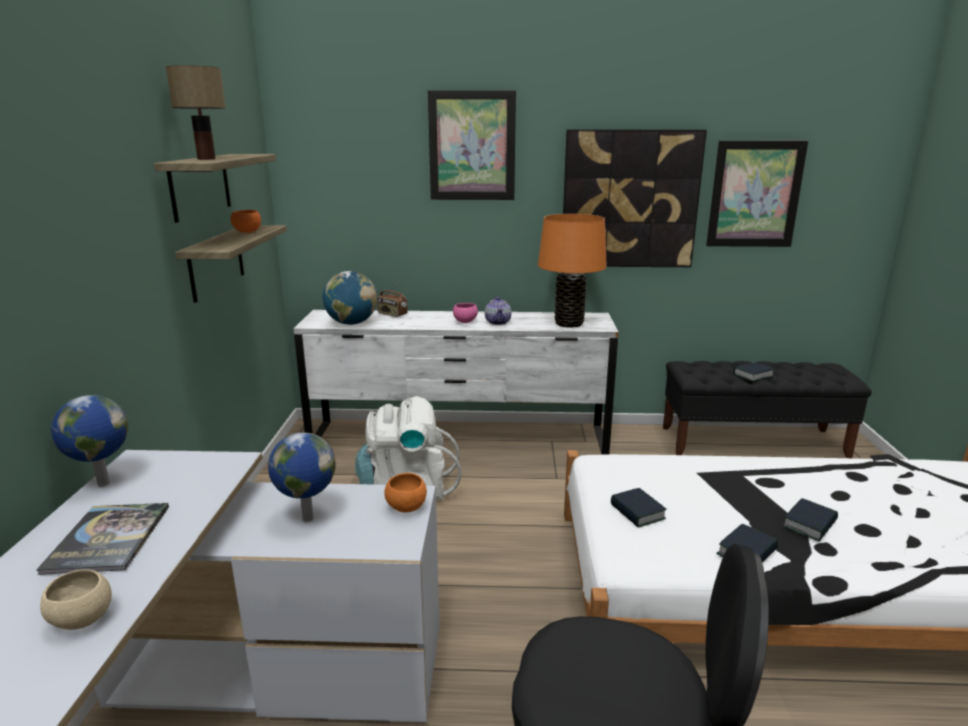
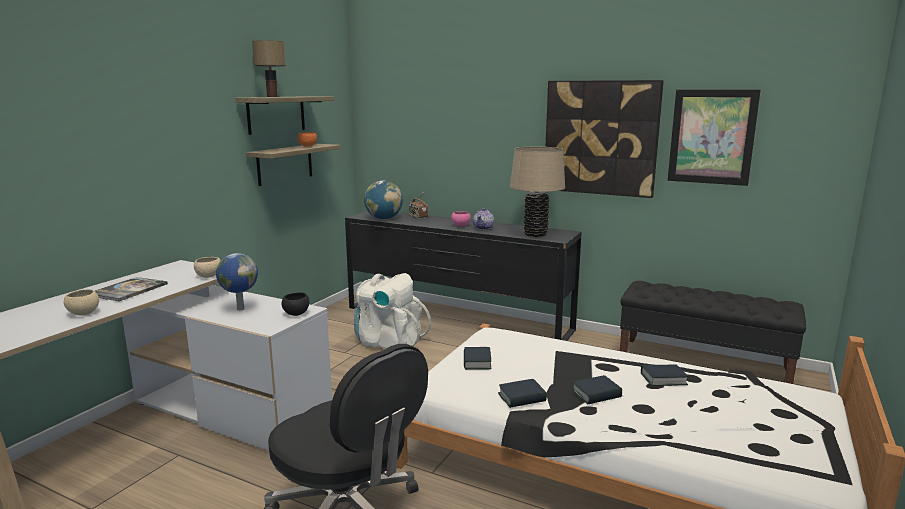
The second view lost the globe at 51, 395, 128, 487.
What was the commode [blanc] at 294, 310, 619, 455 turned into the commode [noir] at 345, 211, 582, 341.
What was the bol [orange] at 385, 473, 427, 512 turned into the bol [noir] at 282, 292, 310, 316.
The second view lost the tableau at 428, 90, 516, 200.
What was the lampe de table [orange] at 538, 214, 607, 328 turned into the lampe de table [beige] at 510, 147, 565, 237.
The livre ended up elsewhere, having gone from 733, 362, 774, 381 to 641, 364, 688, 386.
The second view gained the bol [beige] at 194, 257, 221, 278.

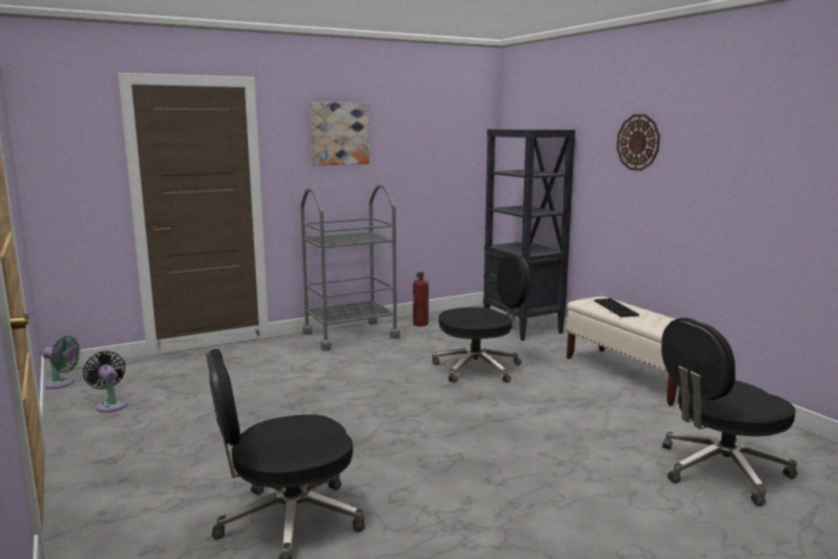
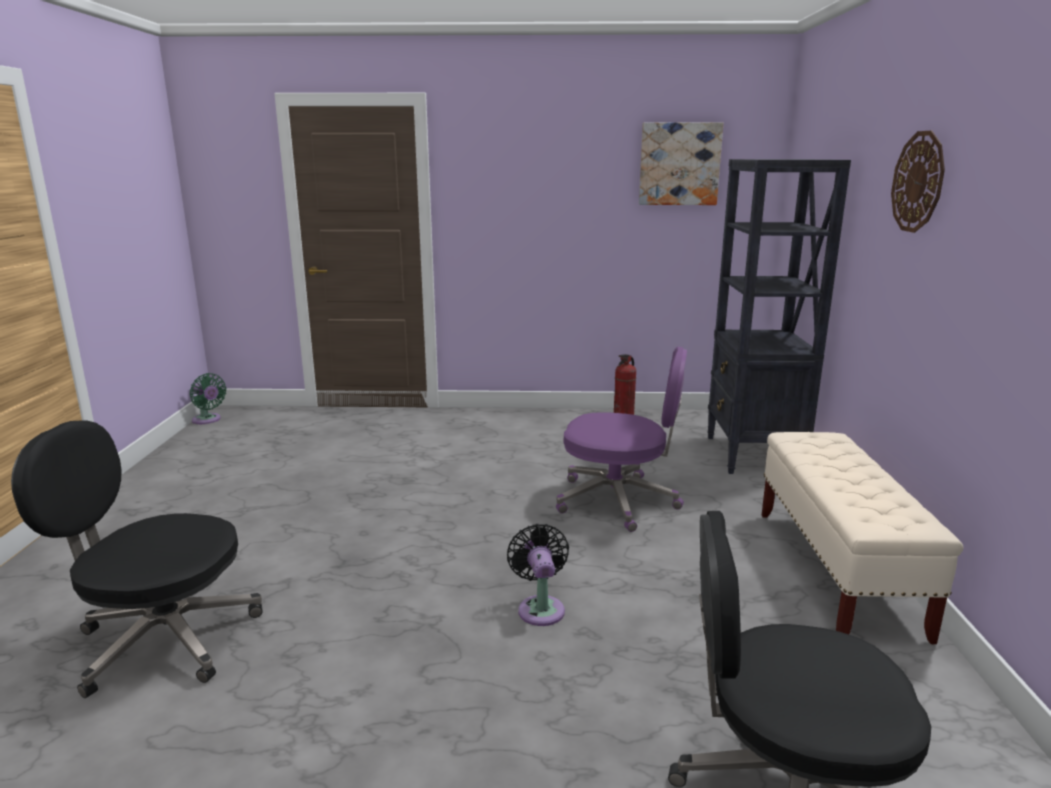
The ventilateur [noir] ended up elsewhere, having gone from 83, 351, 128, 412 to 507, 524, 569, 626.
The second view lost the chariot [gris] at 301, 184, 400, 351.
The tableau ended up elsewhere, having gone from 310, 102, 369, 166 to 639, 122, 723, 205.
What was the chaise de bureau [noir] at 432, 254, 529, 383 turned into the chaise de bureau [violet] at 556, 347, 687, 532.
The second view lost the clavier at 594, 298, 639, 317.

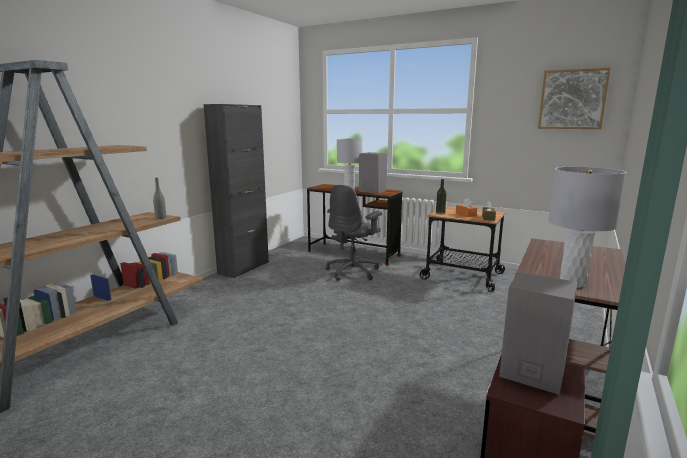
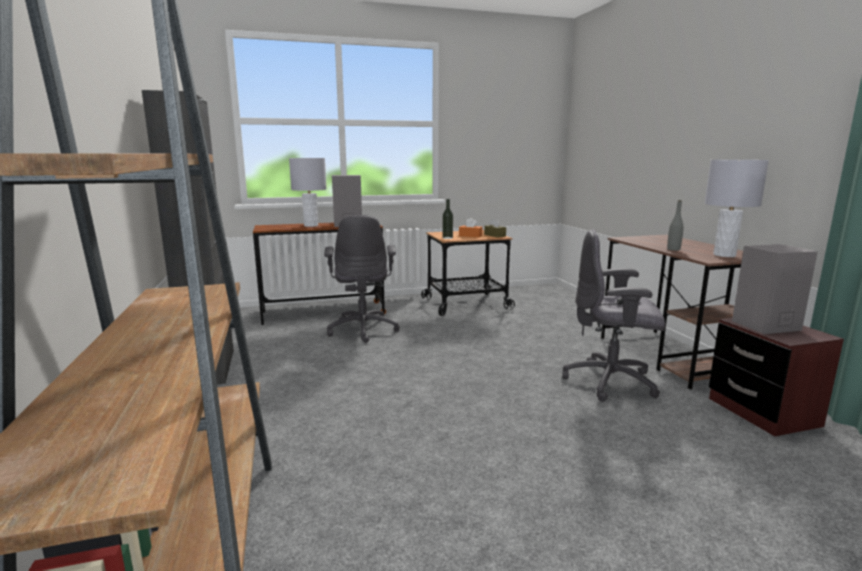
The bouteille [gris] ended up elsewhere, having gone from 153, 178, 166, 219 to 667, 200, 684, 251.
The second view lost the tableau at 538, 67, 611, 129.
The second view gained the chaise de bureau [gris] at 562, 229, 665, 402.

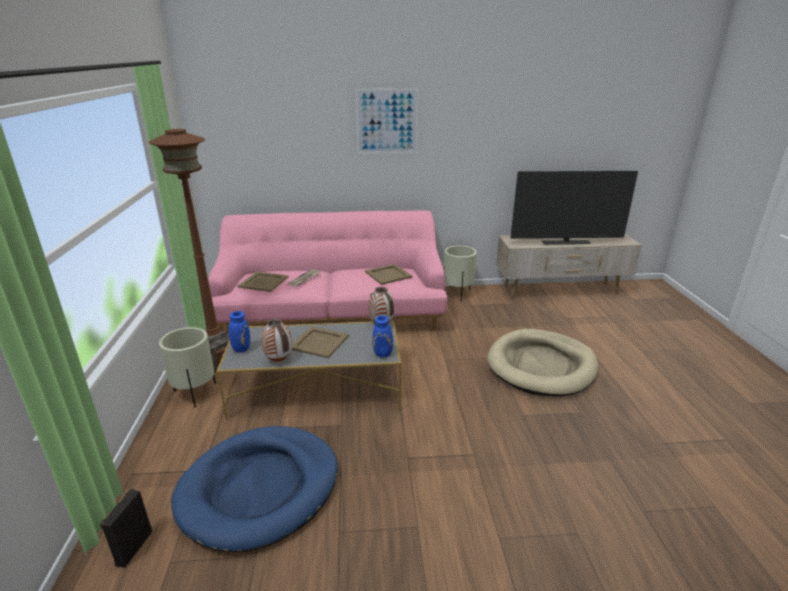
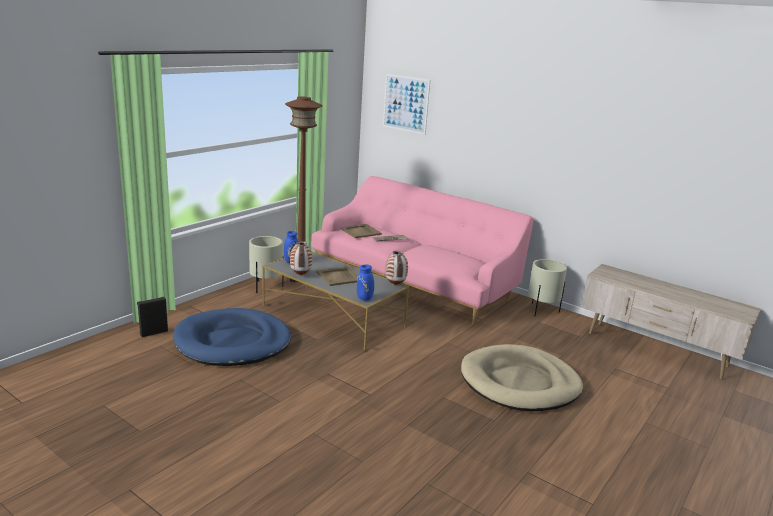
The tableau ended up elsewhere, having gone from 356, 88, 419, 154 to 383, 74, 430, 135.
The second view lost the plateau [beige] at 365, 264, 413, 285.
The second view lost the téléviseur at 510, 171, 638, 244.

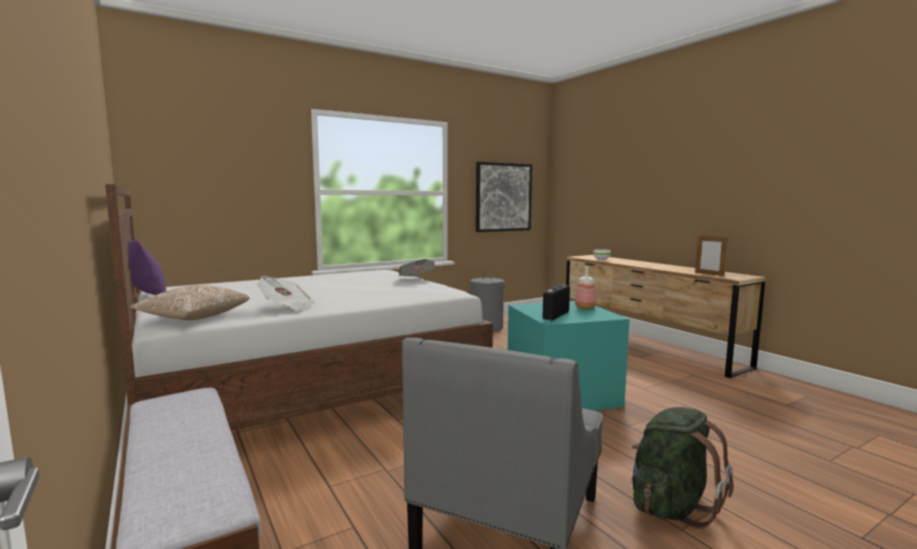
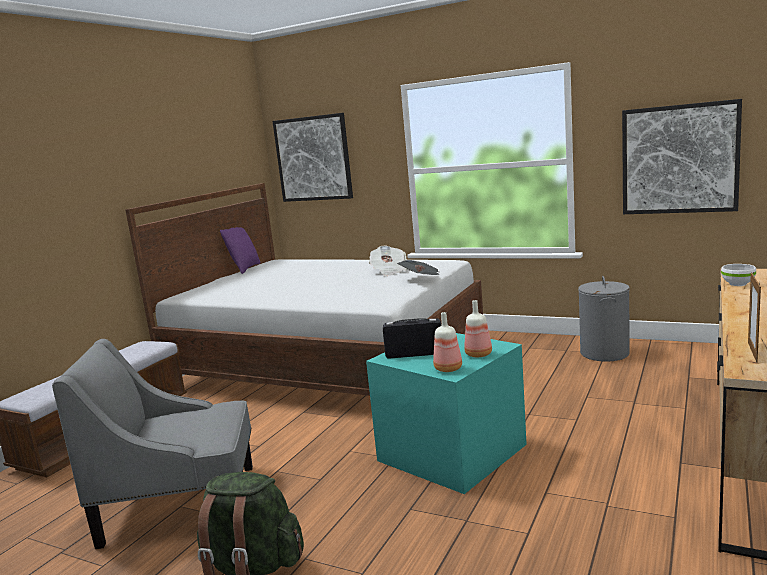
The second view lost the coussin at 129, 285, 249, 320.
The journal ended up elsewhere, having gone from 257, 276, 314, 312 to 369, 246, 407, 276.
The second view gained the tableau at 272, 113, 353, 202.
The second view gained the bouteille at 433, 312, 462, 372.

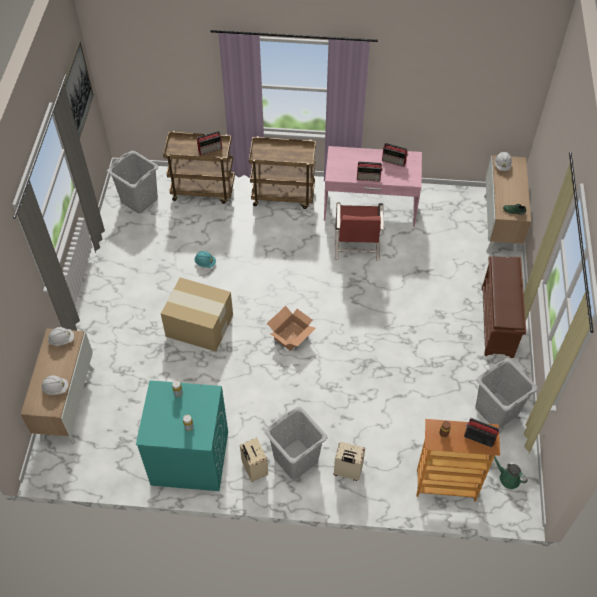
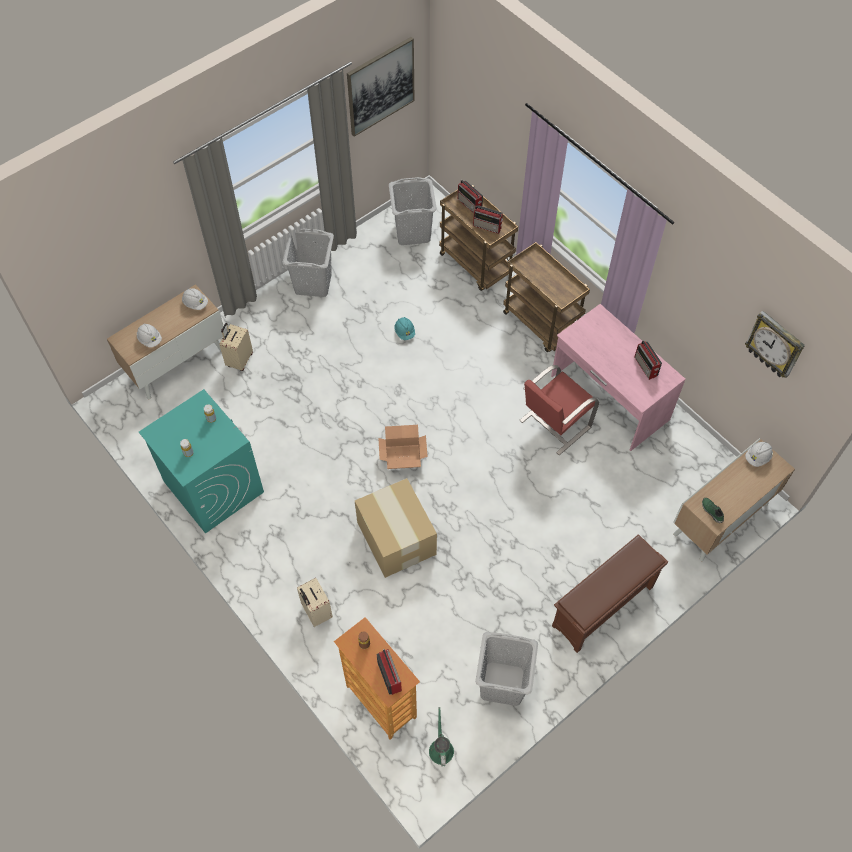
The carton ended up elsewhere, having gone from 161, 277, 233, 352 to 355, 478, 437, 578.
The valise [beige] ended up elsewhere, having gone from 240, 438, 268, 482 to 219, 323, 253, 371.
The panier à linge [gris] ended up elsewhere, having gone from 264, 406, 328, 480 to 283, 229, 334, 297.
The radio ended up elsewhere, having gone from 357, 161, 383, 182 to 458, 180, 483, 213.
The second view gained the horloge murale at 745, 311, 805, 378.

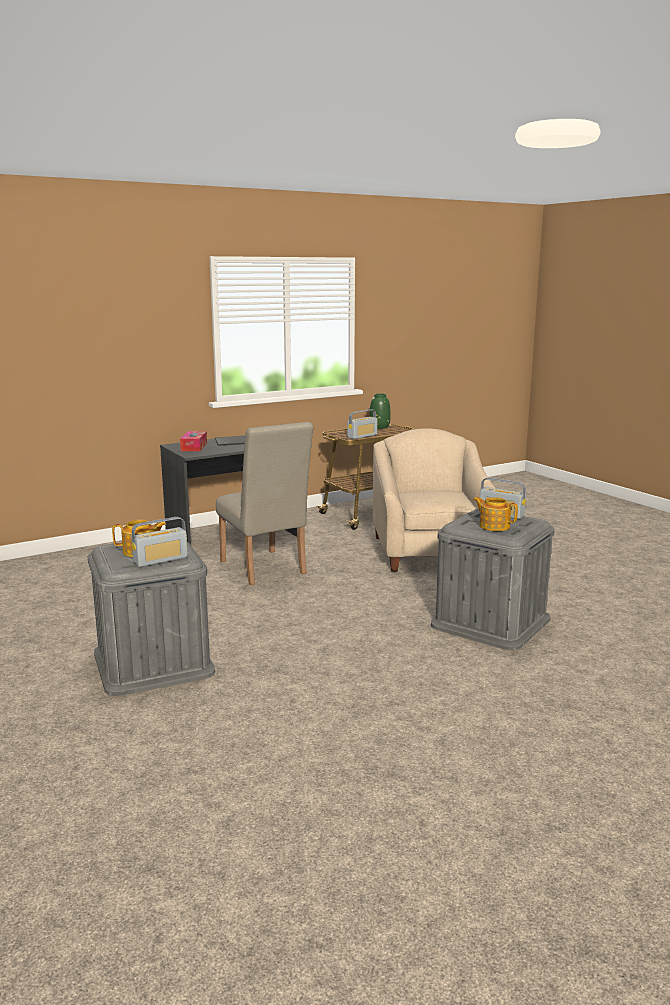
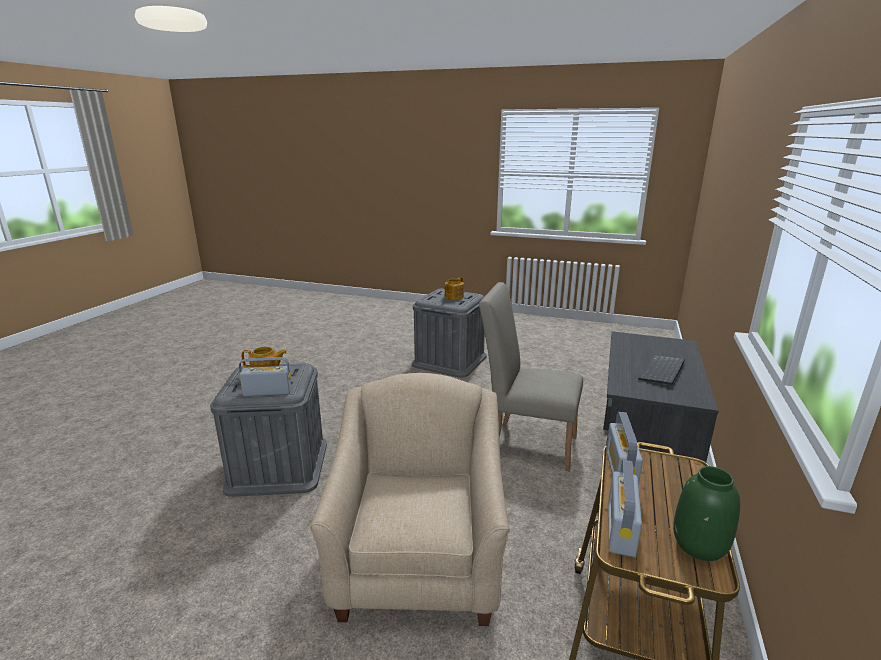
The radio ended up elsewhere, having gone from 132, 517, 188, 567 to 608, 460, 642, 557.
The second view lost the boîte à mouchoirs at 180, 431, 207, 451.
The fauteuil [beige] at 373, 428, 495, 571 ended up facing another way, 135 degrees counterclockwise from before.

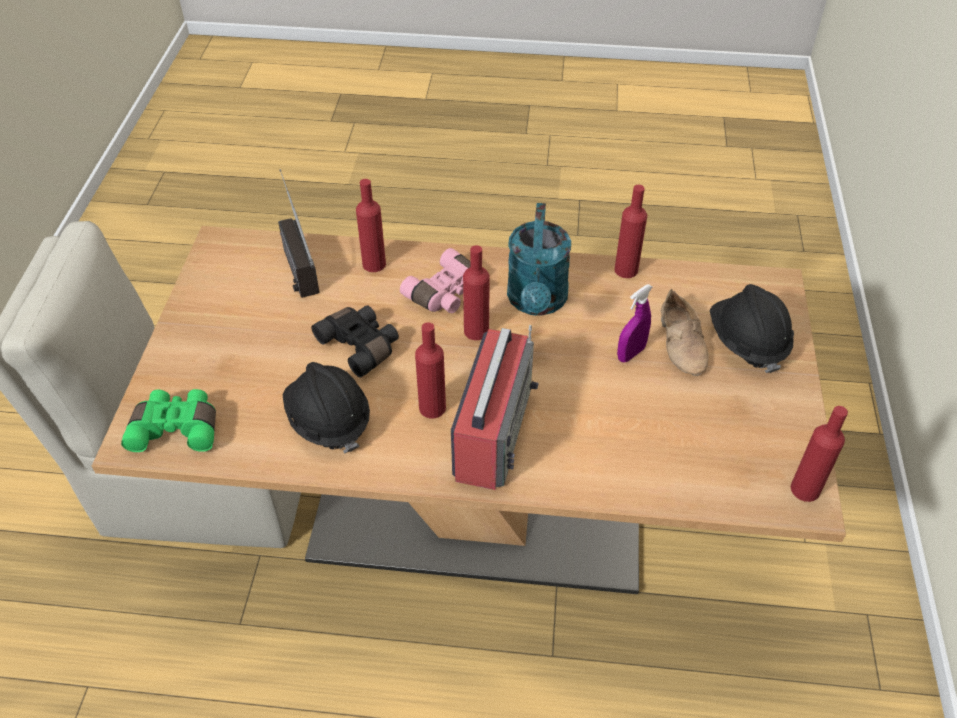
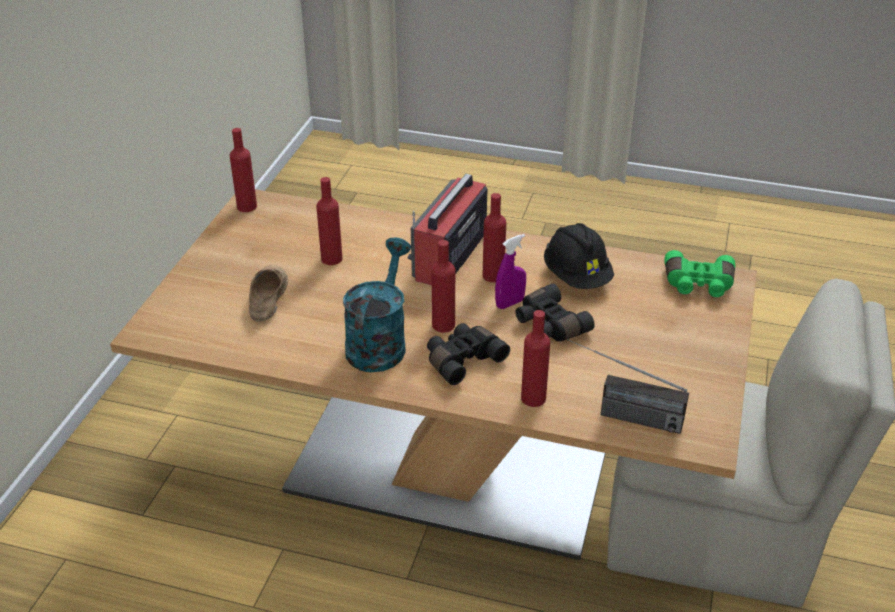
The radio at 278, 169, 320, 298 ended up facing another way, 120 degrees clockwise from before.
What was the jumelles [rose] at 400, 248, 471, 313 turned into the jumelles [noir] at 427, 323, 510, 385.
The bouteille [rouge] ended up elsewhere, having gone from 614, 185, 647, 278 to 316, 177, 343, 265.
The vaporisateur [violet] ended up elsewhere, having gone from 617, 284, 652, 362 to 495, 234, 526, 309.
The second view lost the casque de chantier [noir] at 710, 284, 794, 373.

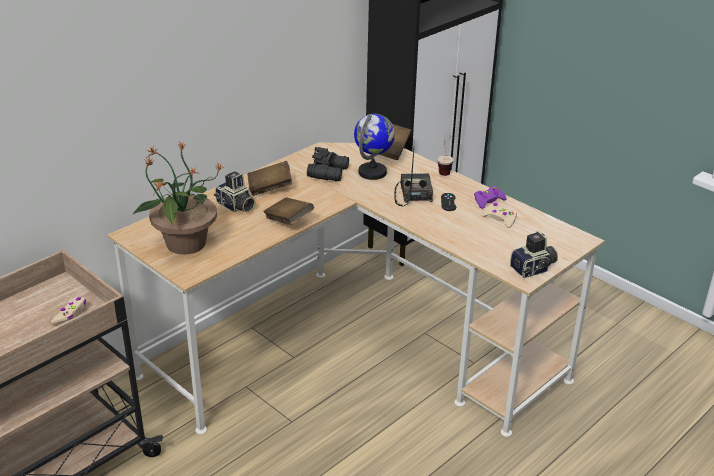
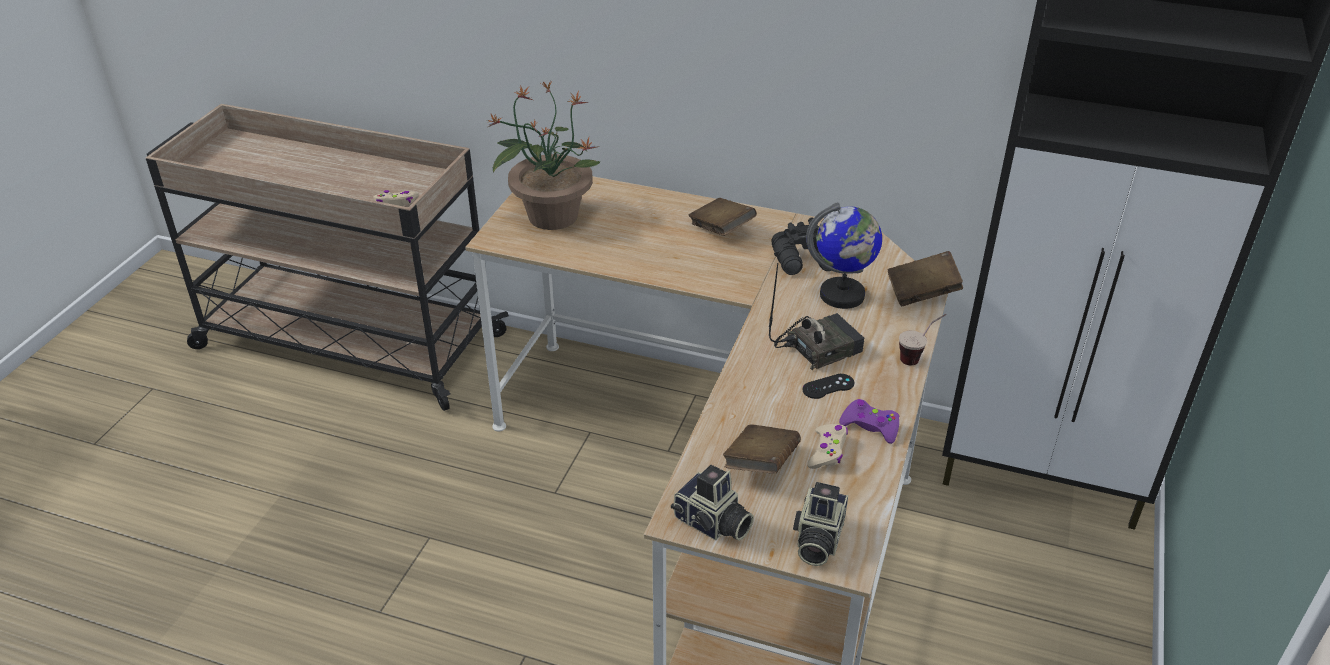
The appareil photo ended up elsewhere, having gone from 214, 171, 255, 212 to 793, 482, 848, 566.
The livre [marron] ended up elsewhere, having gone from 263, 198, 314, 225 to 723, 424, 801, 474.

